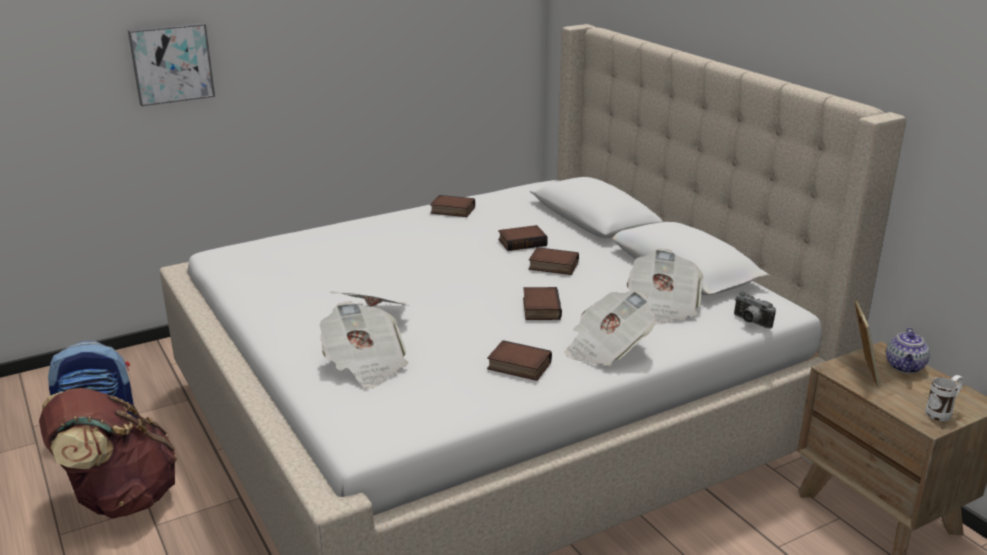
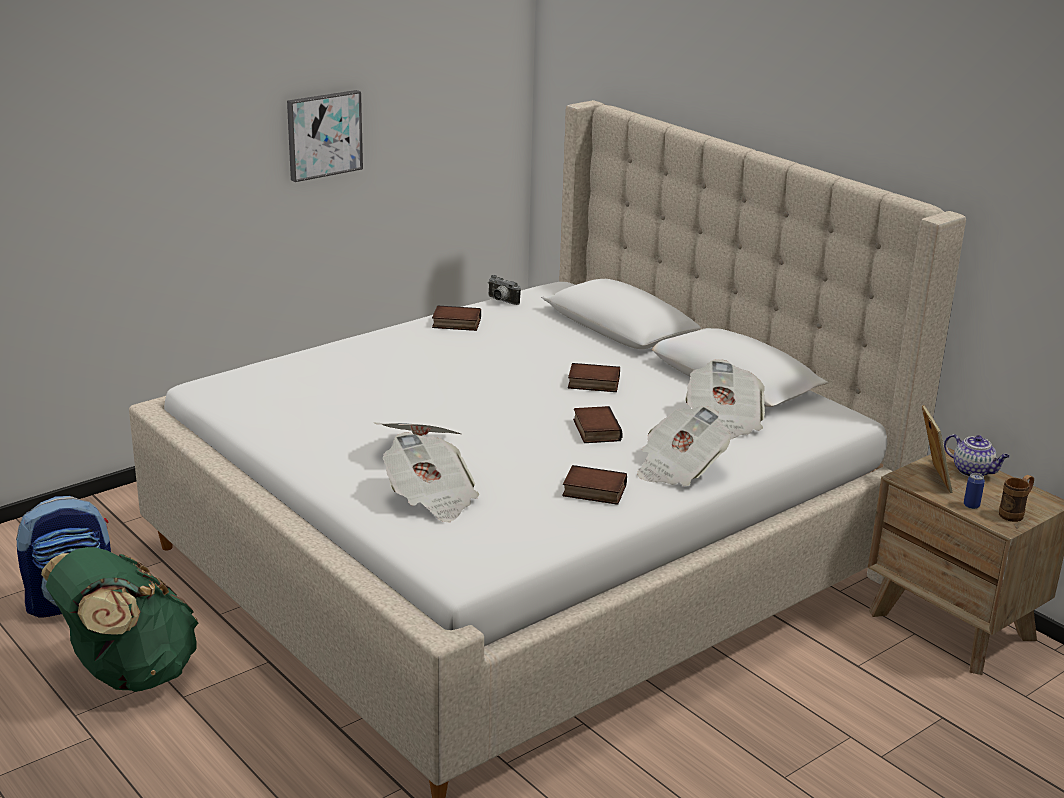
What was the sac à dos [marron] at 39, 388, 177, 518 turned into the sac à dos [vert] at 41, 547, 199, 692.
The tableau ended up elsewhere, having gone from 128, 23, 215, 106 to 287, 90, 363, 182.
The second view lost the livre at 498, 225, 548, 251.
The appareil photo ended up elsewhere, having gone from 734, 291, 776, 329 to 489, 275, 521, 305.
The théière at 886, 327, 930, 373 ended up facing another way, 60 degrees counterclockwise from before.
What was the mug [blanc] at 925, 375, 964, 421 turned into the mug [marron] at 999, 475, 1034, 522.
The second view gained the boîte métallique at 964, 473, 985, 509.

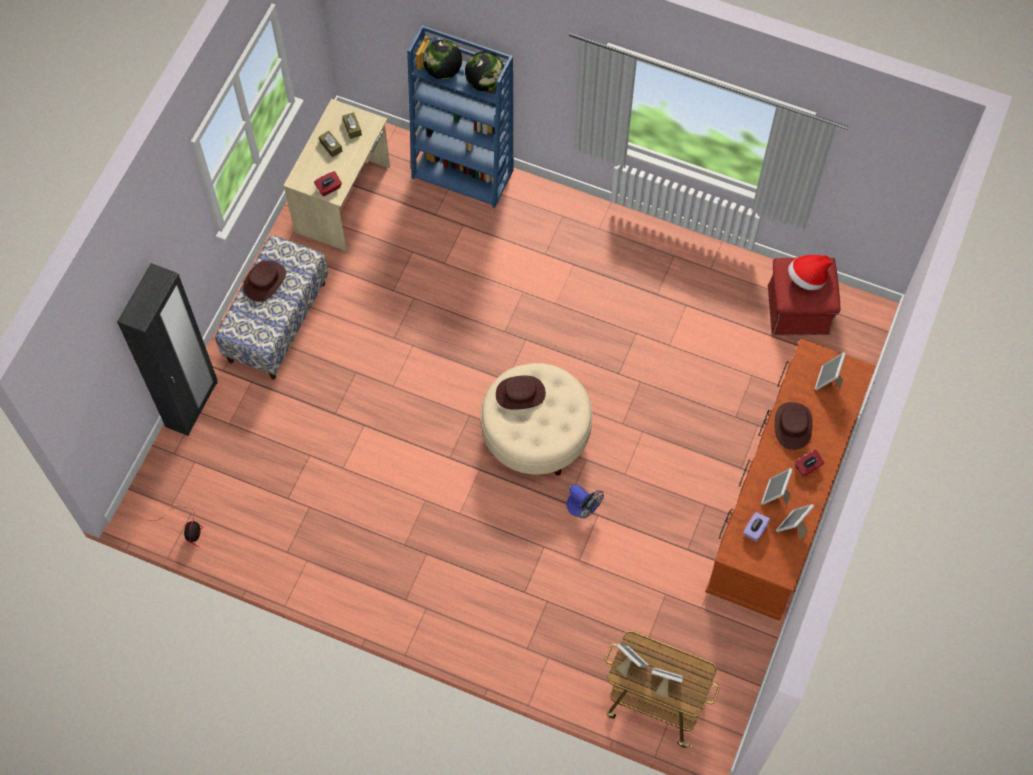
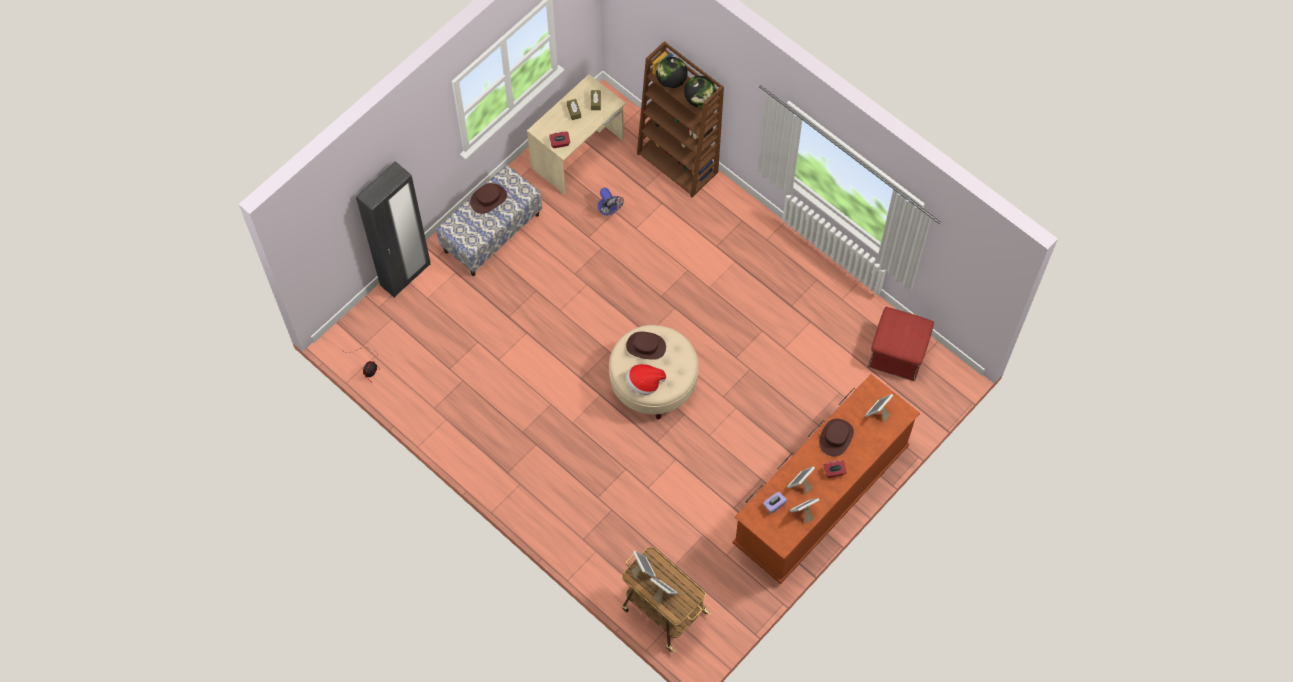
What was the bibliothèque [bleu] at 407, 25, 513, 208 turned into the bibliothèque [marron] at 637, 41, 724, 197.
The ventilateur ended up elsewhere, having gone from 566, 484, 604, 518 to 598, 188, 624, 215.
The chapeau ended up elsewhere, having gone from 788, 255, 833, 290 to 626, 364, 666, 395.

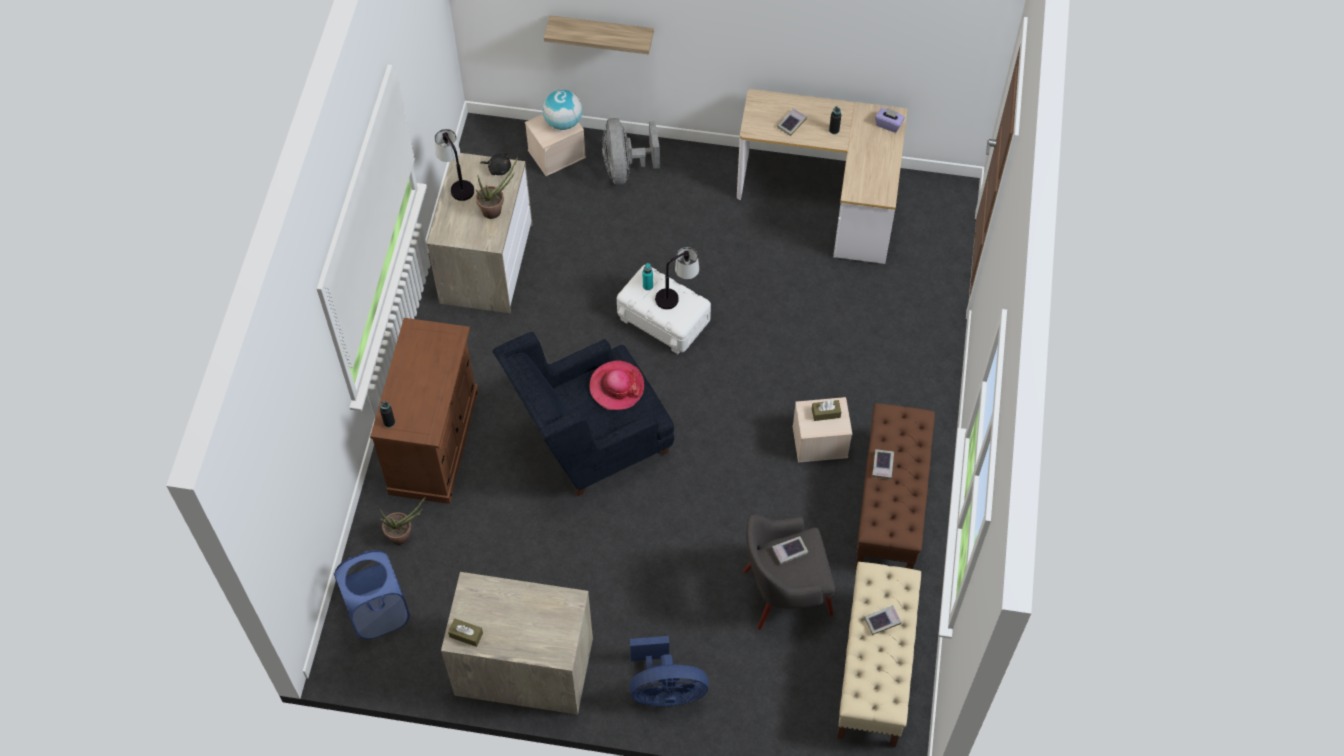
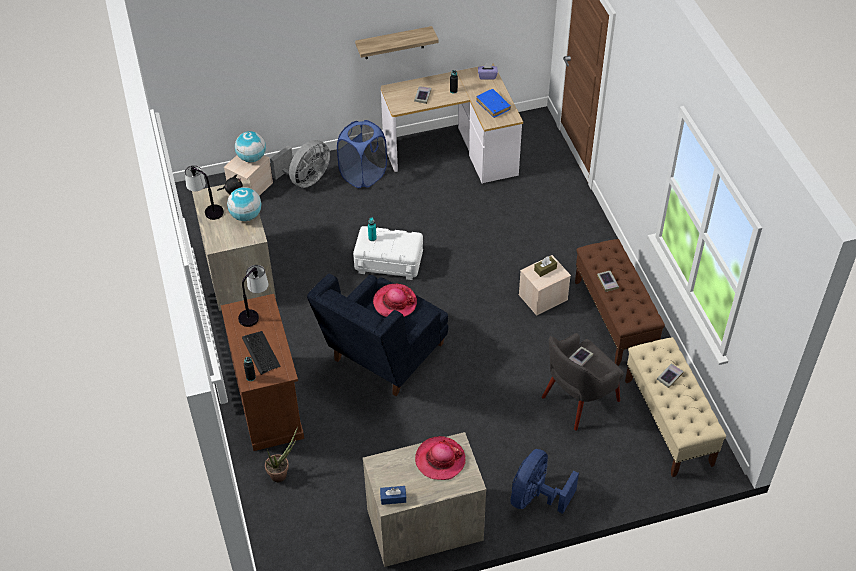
The panier à linge [bleu] ended up elsewhere, having gone from 334, 550, 410, 640 to 337, 120, 387, 188.
What was the boîte à mouchoirs [marron] at 448, 618, 483, 647 turned into the boîte à mouchoirs [bleu] at 380, 486, 406, 505.
Where the plante en pot stood at 476, 157, 518, 219, the globe came to stand at 227, 187, 262, 221.
The étagère ended up elsewhere, having gone from 544, 15, 654, 55 to 355, 26, 439, 59.
The ventilateur [gris] at 602, 118, 660, 185 ended up facing another way, 105 degrees counterclockwise from before.
The ventilateur [bleu] at 630, 636, 709, 707 ended up facing another way, 150 degrees clockwise from before.
The lampe de table ended up elsewhere, having gone from 655, 247, 699, 309 to 238, 265, 269, 327.
The second view gained the clavier at 242, 331, 281, 375.
The second view gained the chapeau at 415, 436, 465, 480.
The second view gained the livre [bleu] at 476, 89, 511, 118.

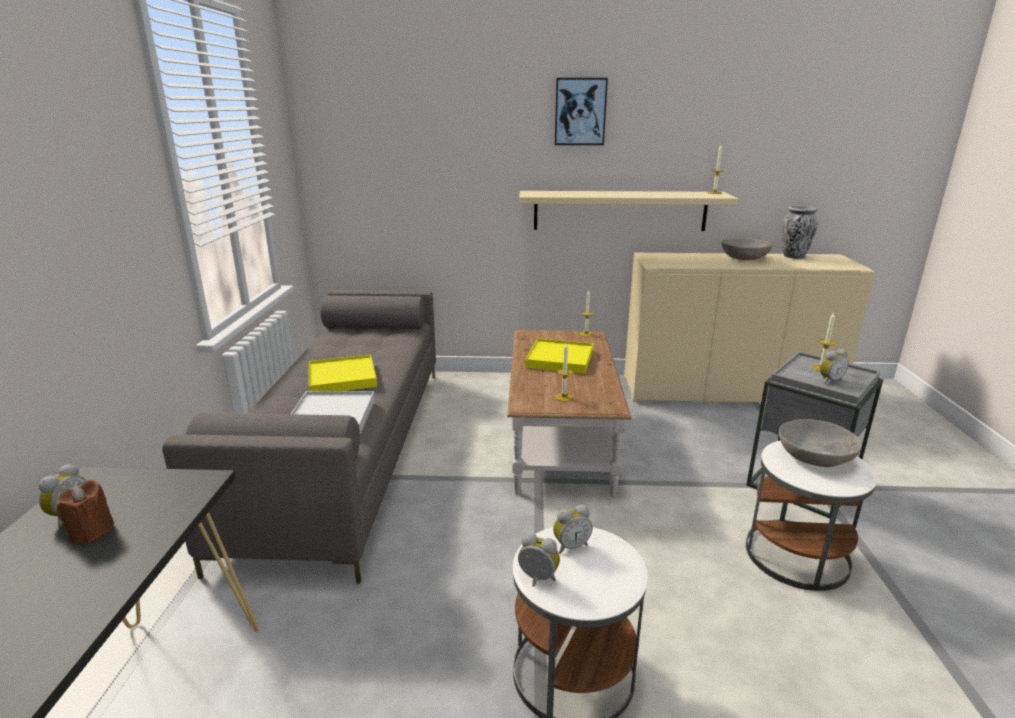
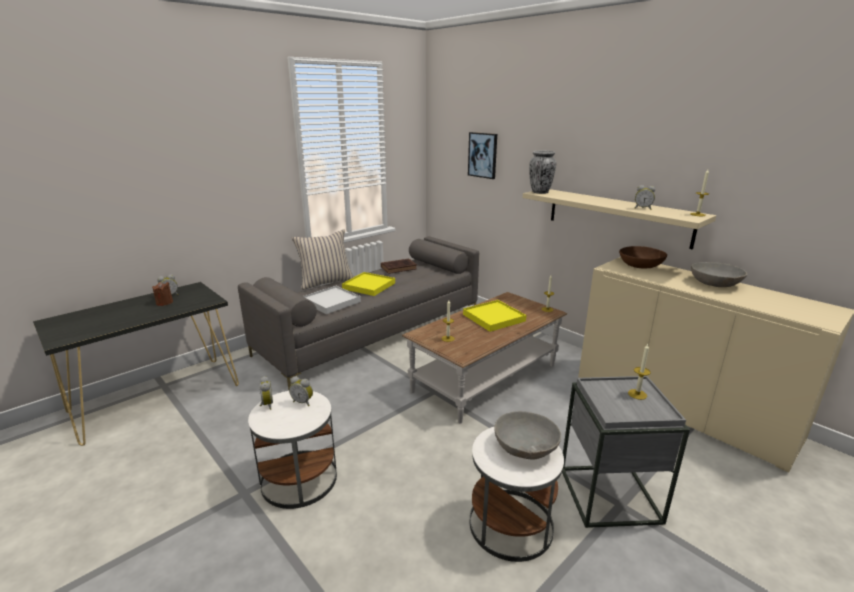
The tableau ended up elsewhere, having gone from 555, 78, 608, 145 to 468, 132, 497, 179.
The vase ended up elsewhere, having gone from 782, 206, 818, 258 to 529, 150, 556, 194.
The réveil ended up elsewhere, having gone from 820, 349, 848, 384 to 635, 185, 655, 210.
The second view gained the coussin [beige] at 292, 230, 354, 290.
The second view gained the livre [marron] at 381, 259, 417, 274.
The second view gained the bol [marron] at 619, 246, 667, 268.

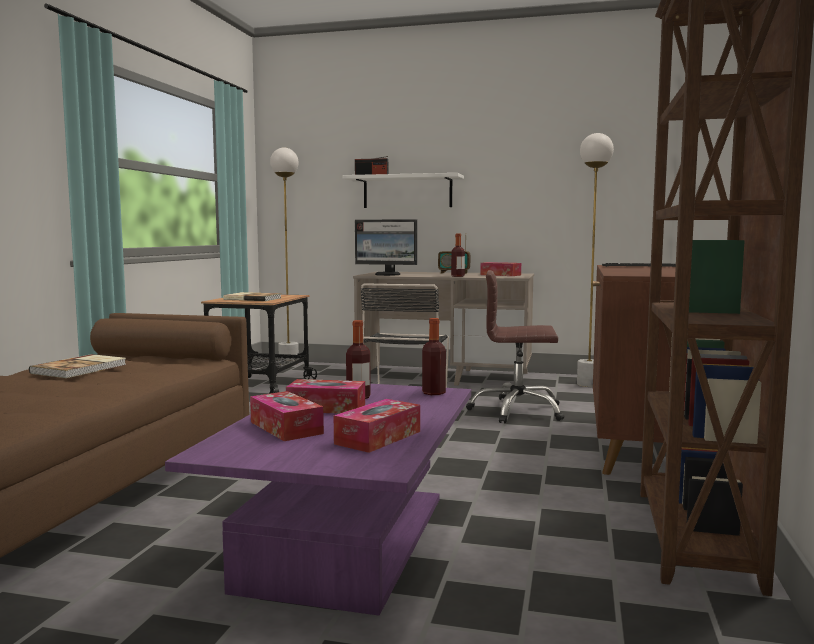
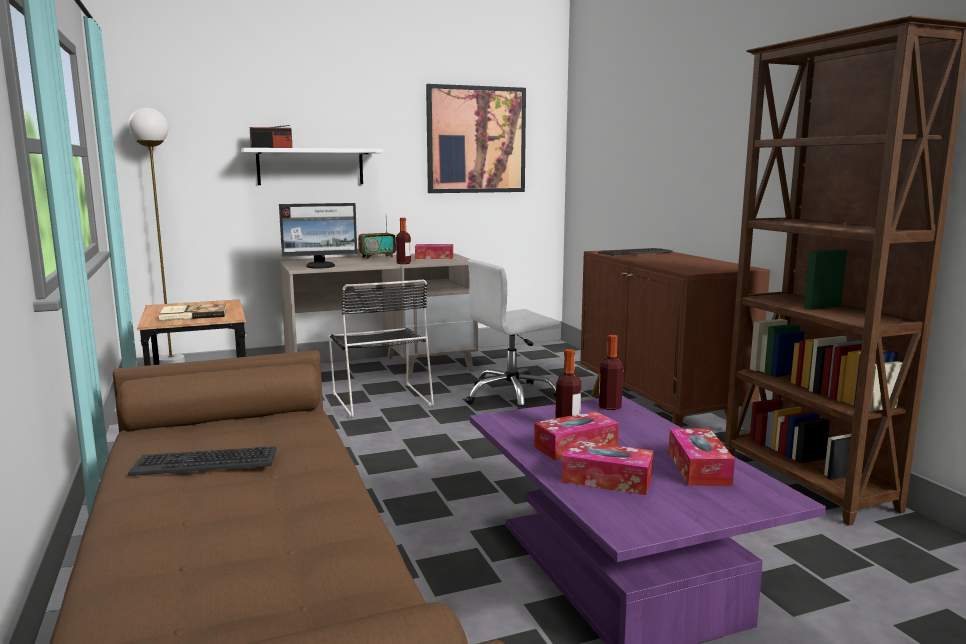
Where the livre stood at 29, 354, 127, 378, the clavier came to stand at 128, 446, 277, 476.
What was the chaise de bureau [marron] at 466, 270, 565, 424 turned into the chaise de bureau [blanc] at 465, 260, 560, 409.
The second view lost the lampadaire [blanc] at 577, 133, 614, 387.
The second view gained the tableau at 426, 84, 526, 193.

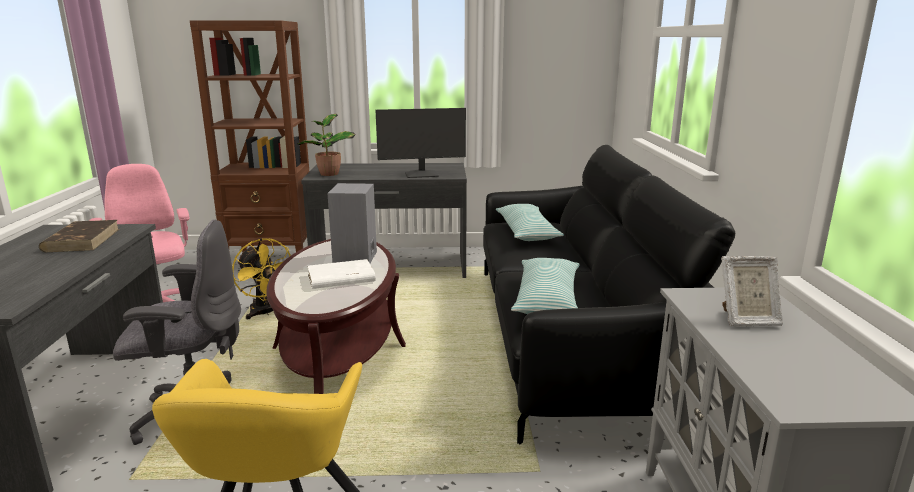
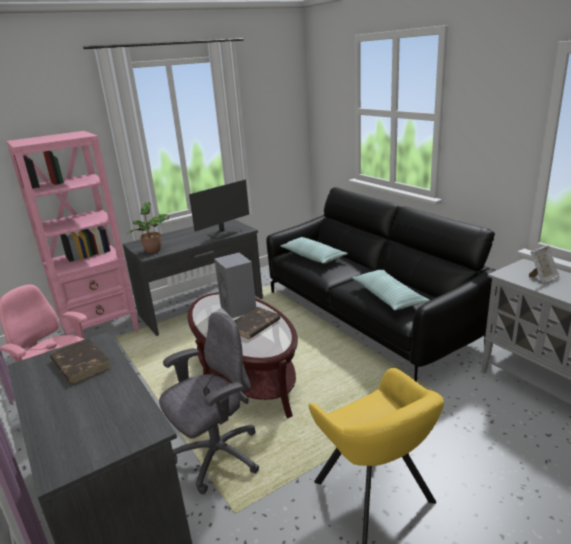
What was the bibliothèque [marron] at 190, 20, 309, 252 turned into the bibliothèque [rose] at 6, 131, 139, 335.
The second view lost the ventilateur [jaune] at 232, 238, 291, 319.
What was the livre [blanc] at 307, 259, 376, 289 turned into the livre [marron] at 234, 307, 280, 339.

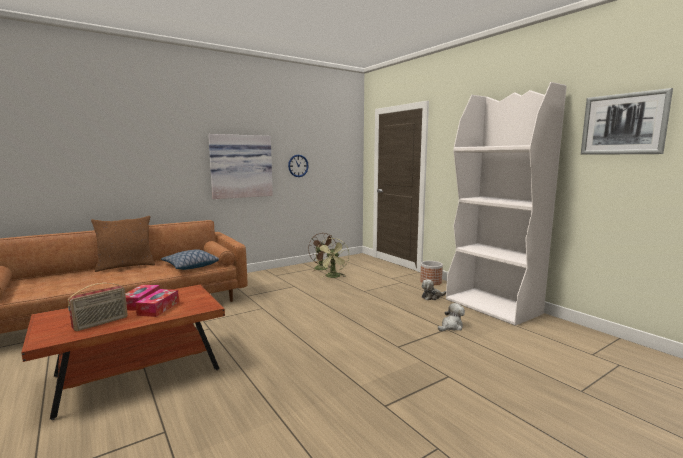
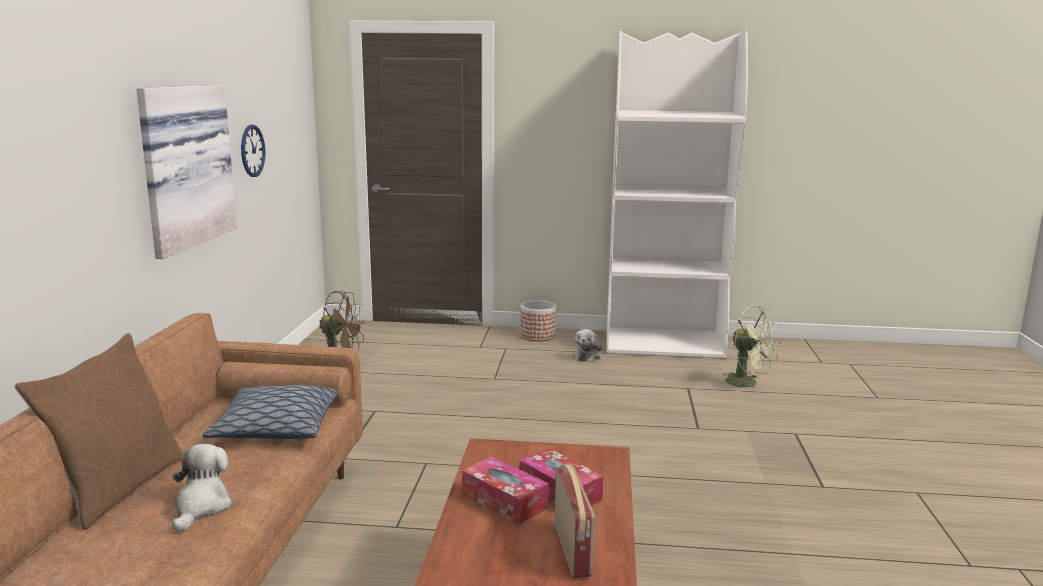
The ventilateur [vert] ended up elsewhere, having gone from 316, 238, 349, 278 to 723, 305, 781, 392.
The peluche ended up elsewhere, having gone from 438, 303, 465, 331 to 172, 444, 232, 532.
The second view lost the tableau at 581, 88, 673, 155.

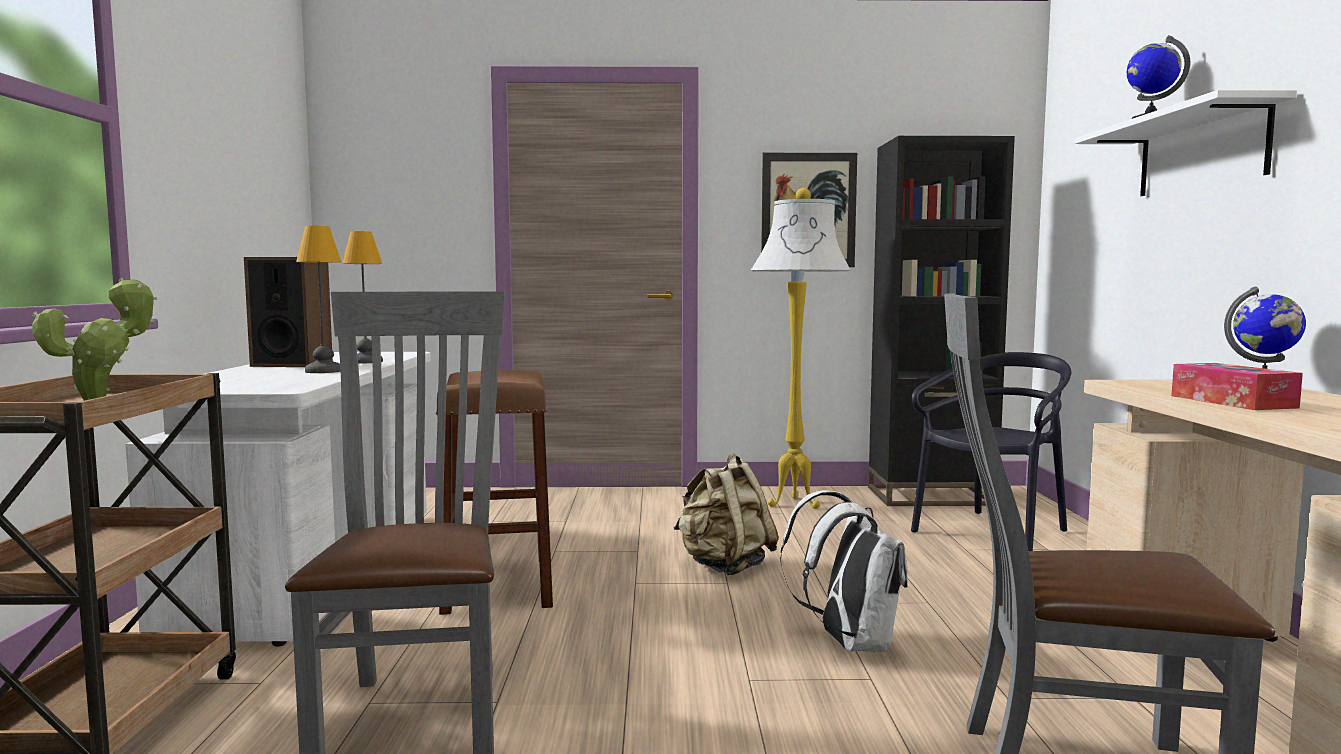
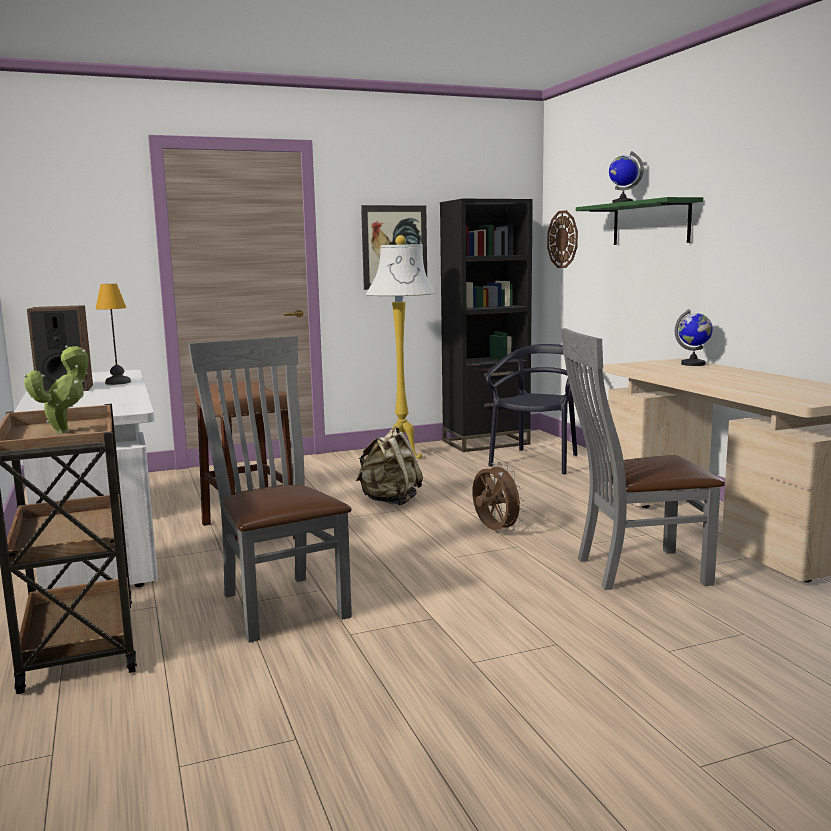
The second view lost the lampe de table at 296, 226, 341, 373.
Where the sac à dos [blanc] stood at 780, 490, 908, 652, the ventilateur [marron] came to stand at 472, 462, 525, 532.
What was the étagère [blanc] at 1074, 90, 1297, 196 turned into the étagère [vert] at 576, 197, 703, 245.
The second view lost the boîte à mouchoirs at 1171, 363, 1303, 410.
The second view gained the horloge murale at 547, 210, 578, 268.

